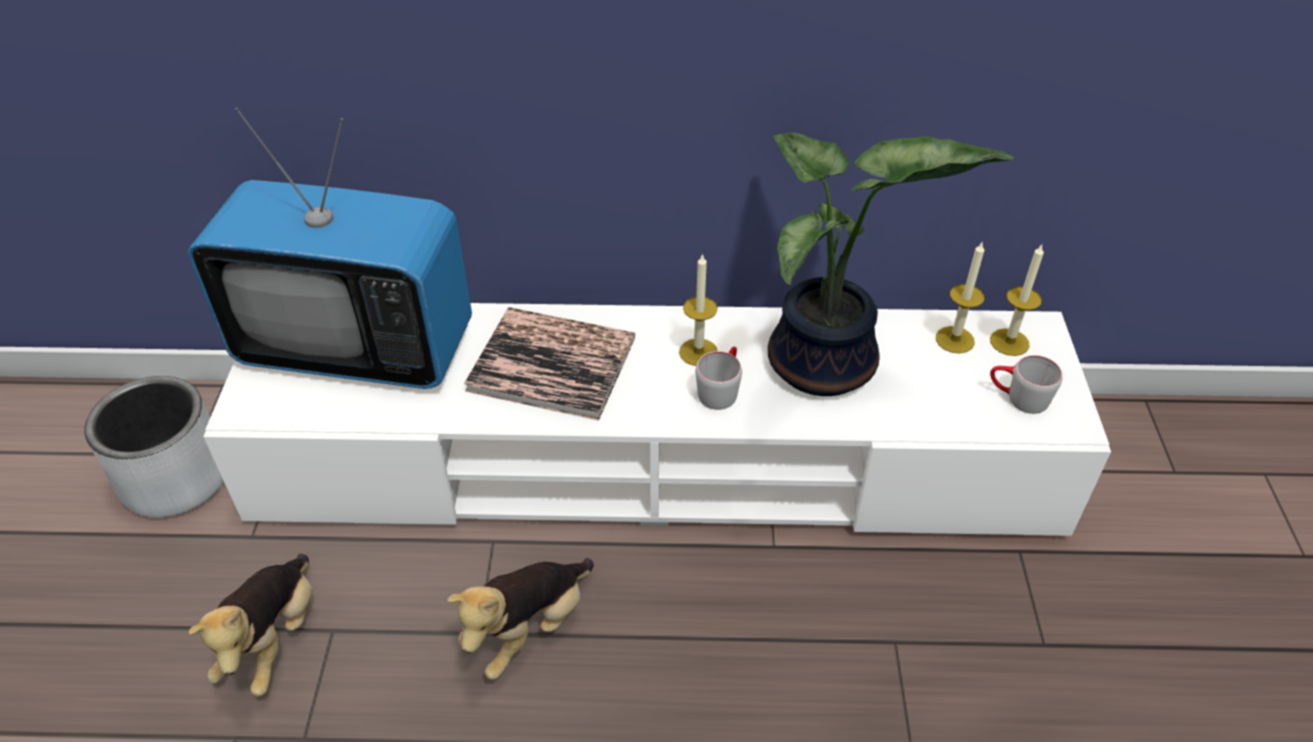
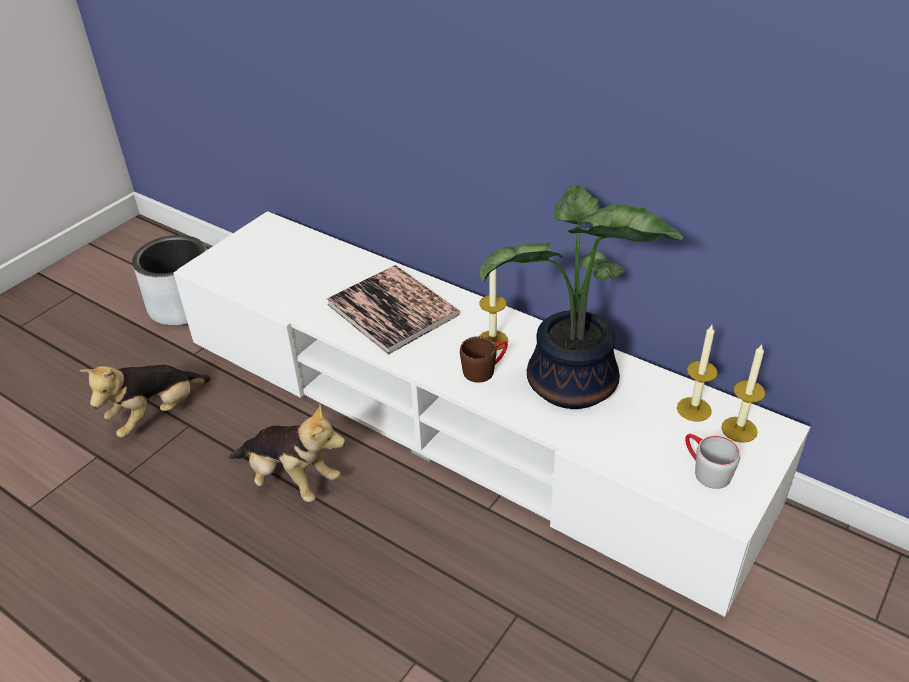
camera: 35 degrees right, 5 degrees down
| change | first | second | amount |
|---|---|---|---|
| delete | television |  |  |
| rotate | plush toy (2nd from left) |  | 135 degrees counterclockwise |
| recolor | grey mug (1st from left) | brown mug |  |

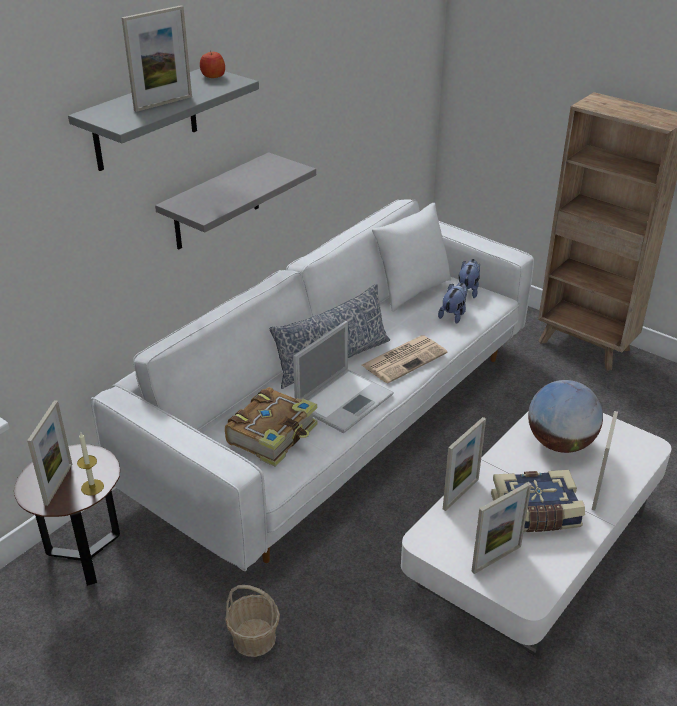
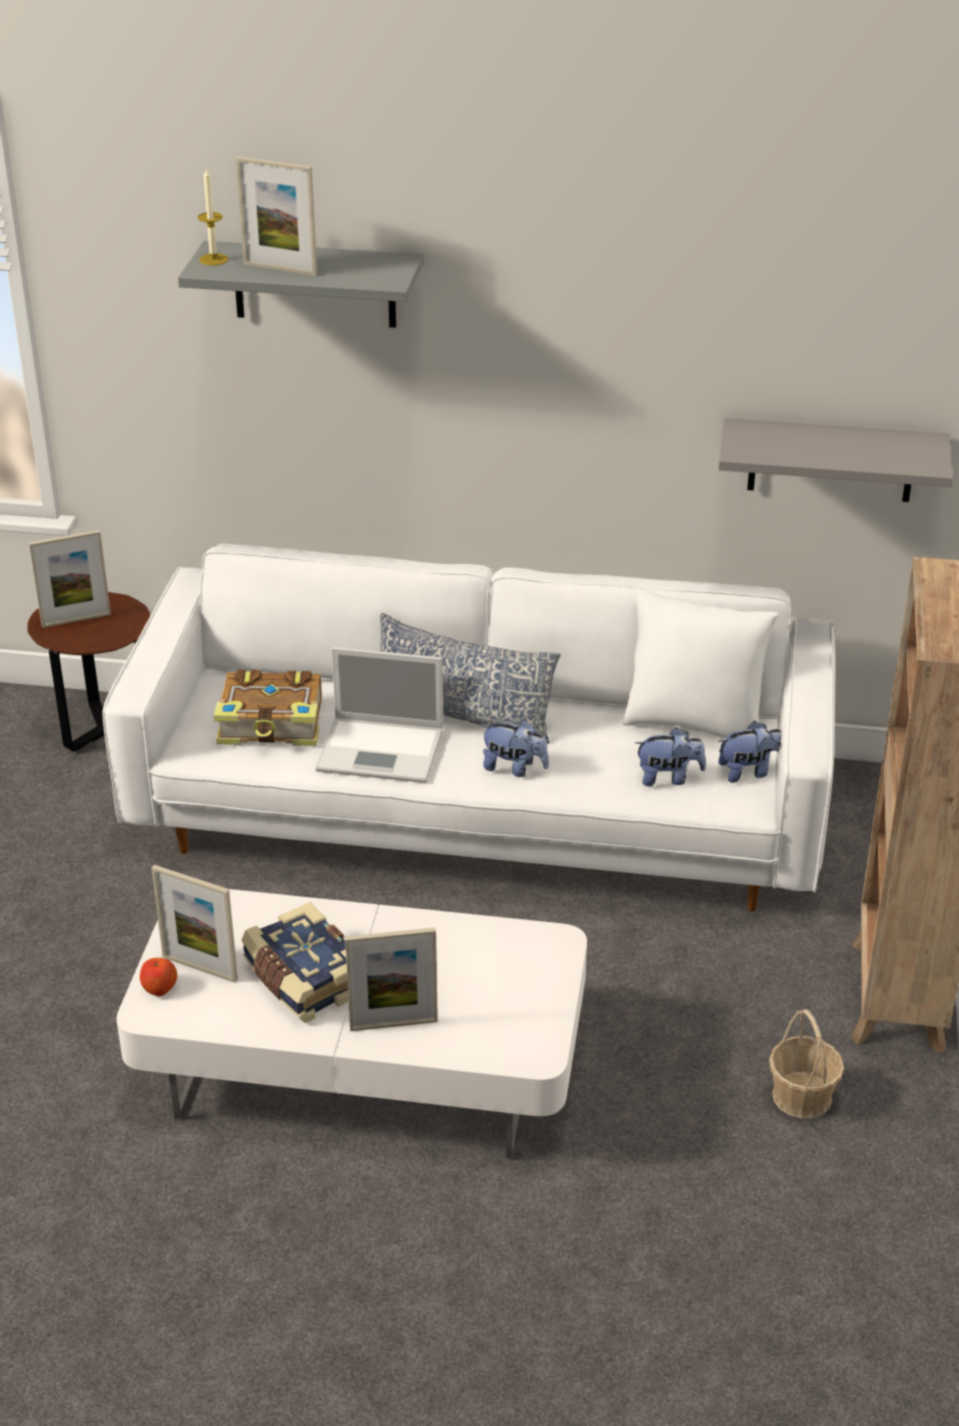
camera: 60 degrees right, 0 degrees up
| change | first | second | amount |
|---|---|---|---|
| move | candle |  |  |
| move | grey shelf (2nd from left) |  |  |
| move | apple |  |  |
| move | basket |  |  |
| replace | newspaper | plush toy (1st from left) |  |
| delete | picture frame (3rd from left) |  |  |
| delete | globe |  |  |

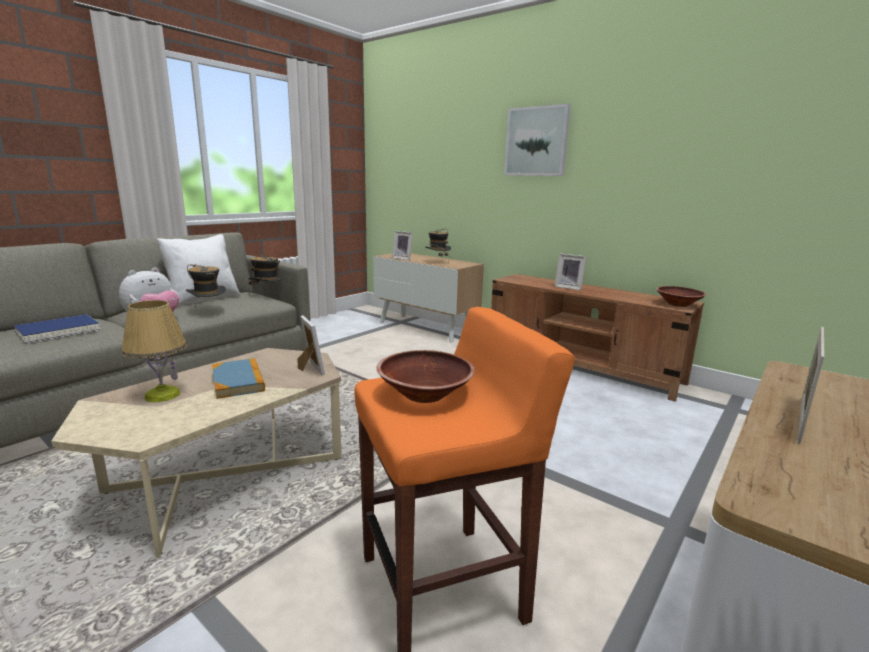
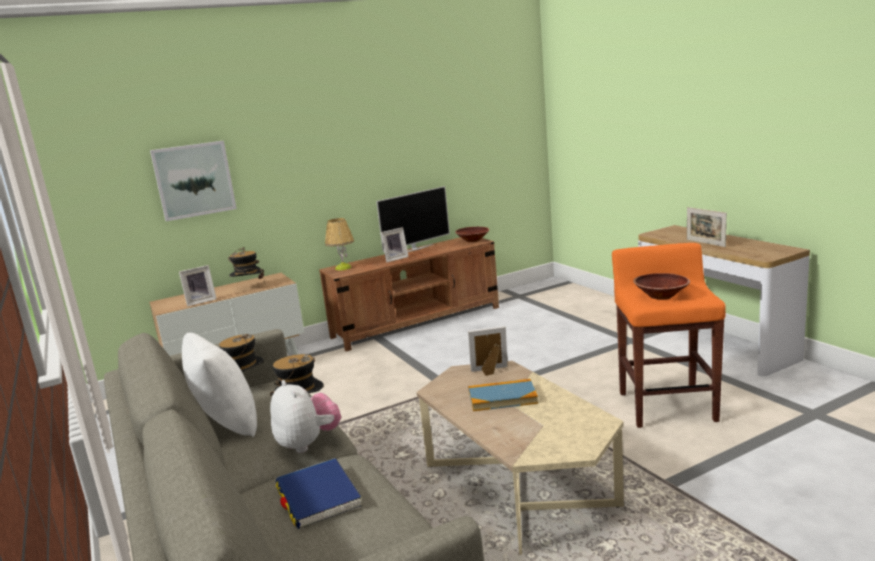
camera: 65 degrees left, 0 degrees up
| change | first | second | amount |
|---|---|---|---|
| move | table lamp |  |  |
| move | picture |  |  |
| insert |  | television |  |

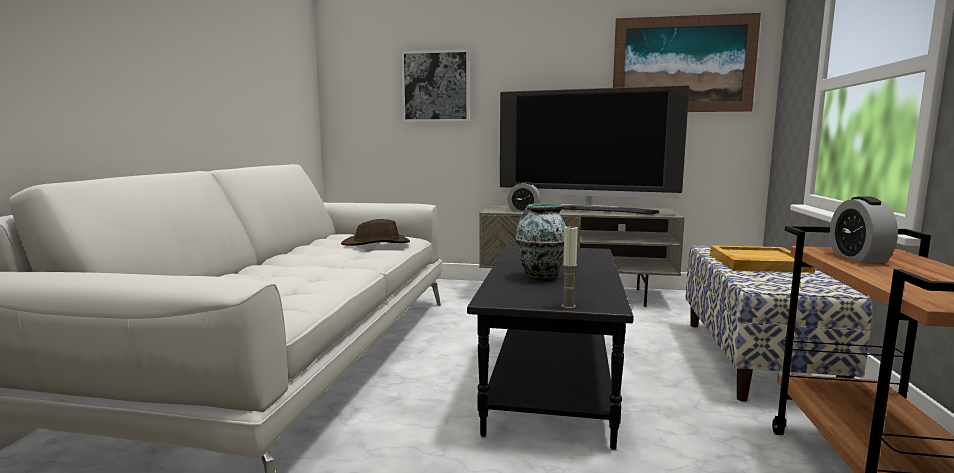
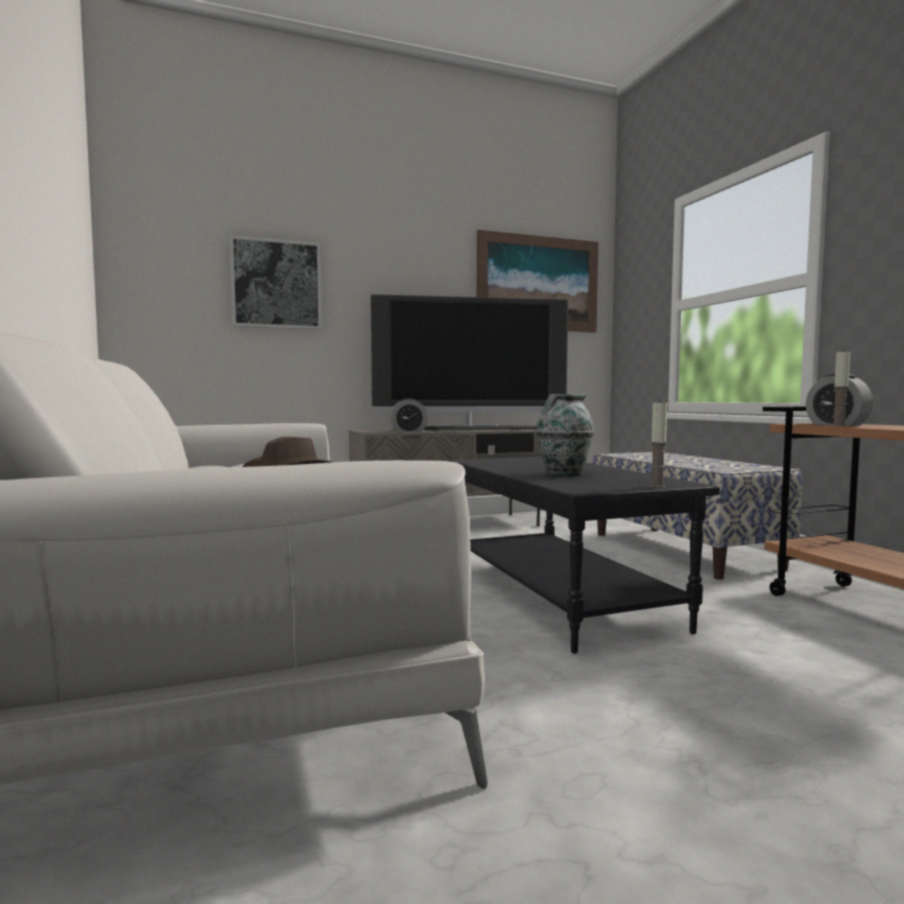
camera: 30 degrees left, 5 degrees down
| change | first | second | amount |
|---|---|---|---|
| delete | beige tray |  |  |
| insert |  | candle (2nd from left) |  |

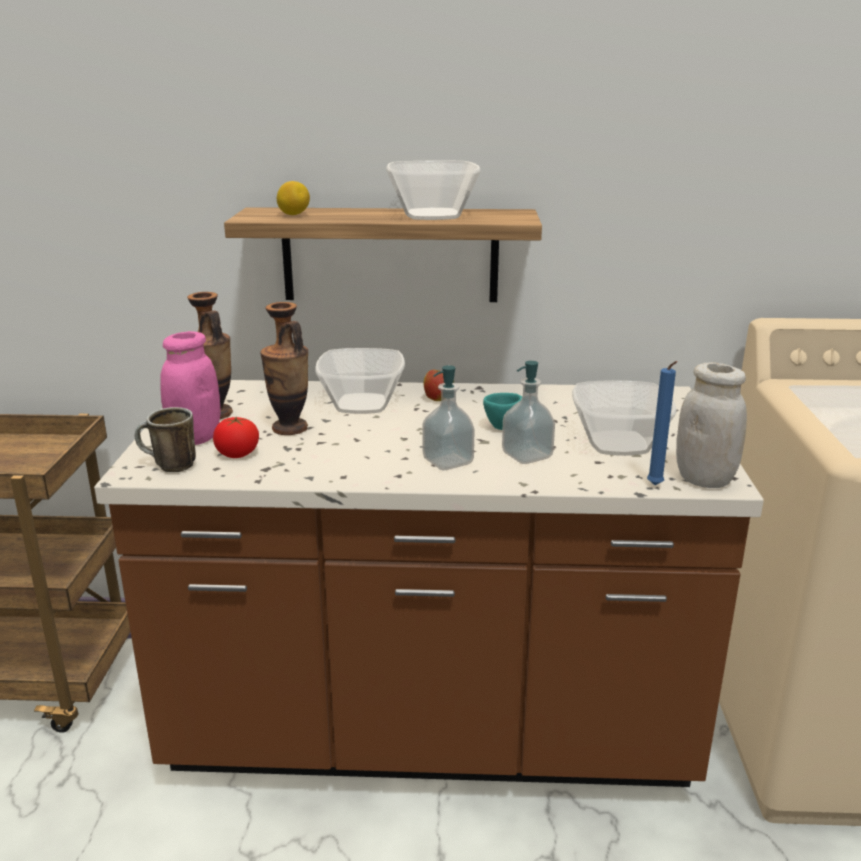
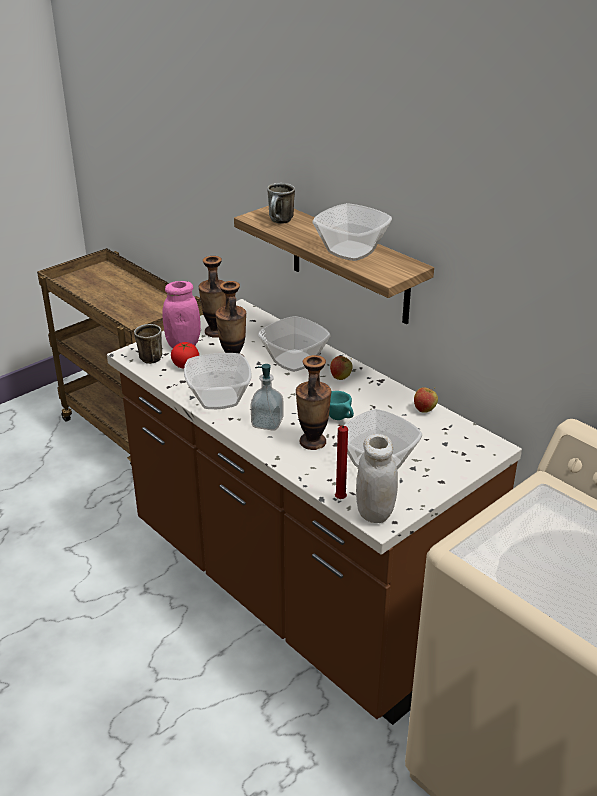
camera: 45 degrees right, 10 degrees up
| change | first | second | amount |
|---|---|---|---|
| replace | lemon | mug (2nd from left) |  |
| replace | soap dispenser (2nd from left) | vase (3rd from left) |  |
| recolor | blue candle | red candle |  |
| insert |  | bowl (1st from left) |  |
| insert |  | apple (2nd from left) |  |

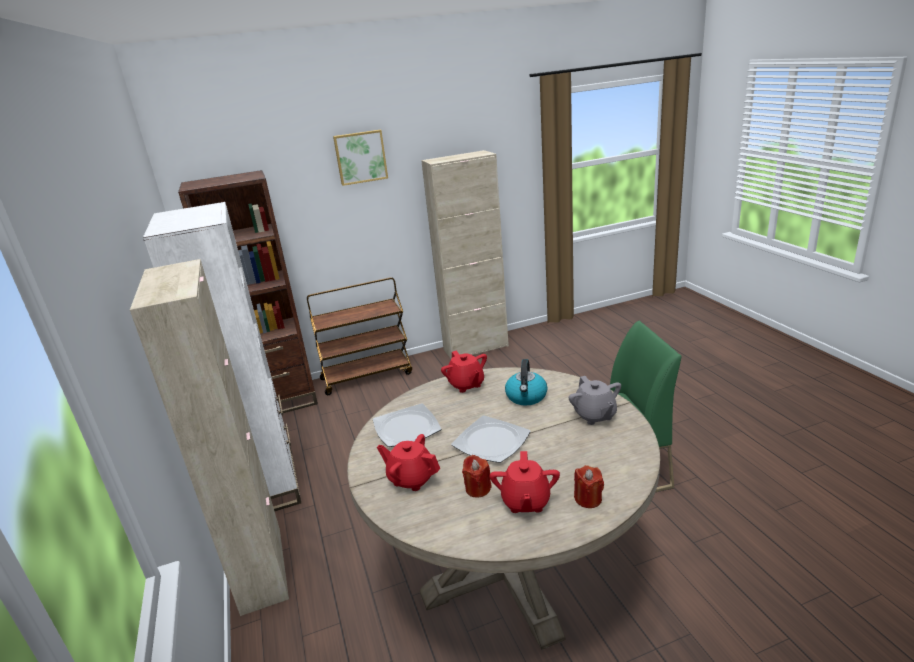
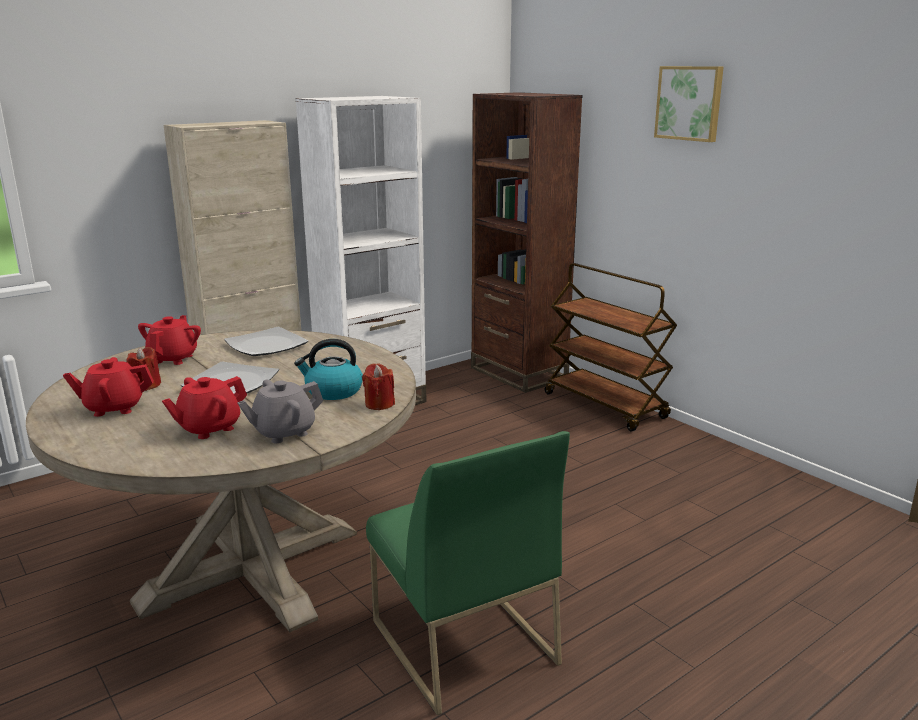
camera: 70 degrees right, 5 degrees down
| change | first | second | amount |
|---|---|---|---|
| delete | beige cabinet (2nd from left) |  |  |
| move | red teapot (2nd from left in the first image) | red teapot (3rd from left) |  |
| move | red candle (2nd from left) |  |  |

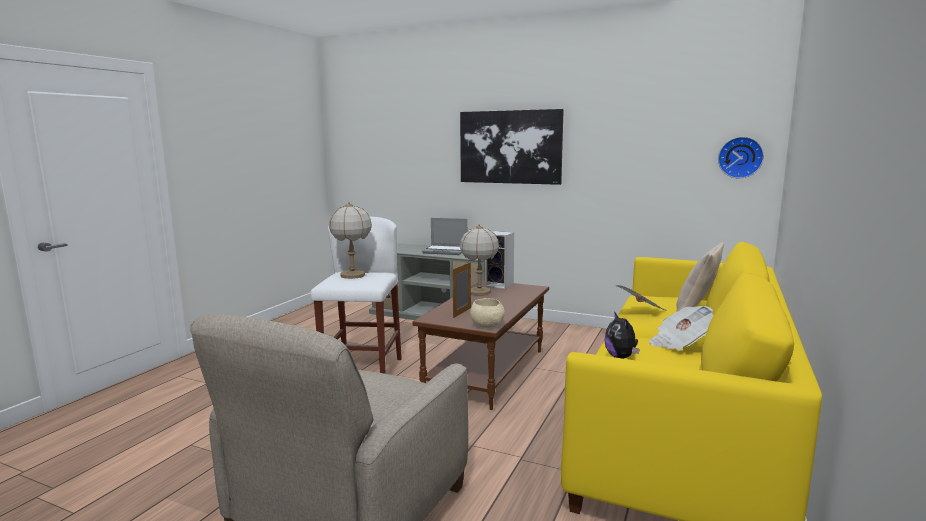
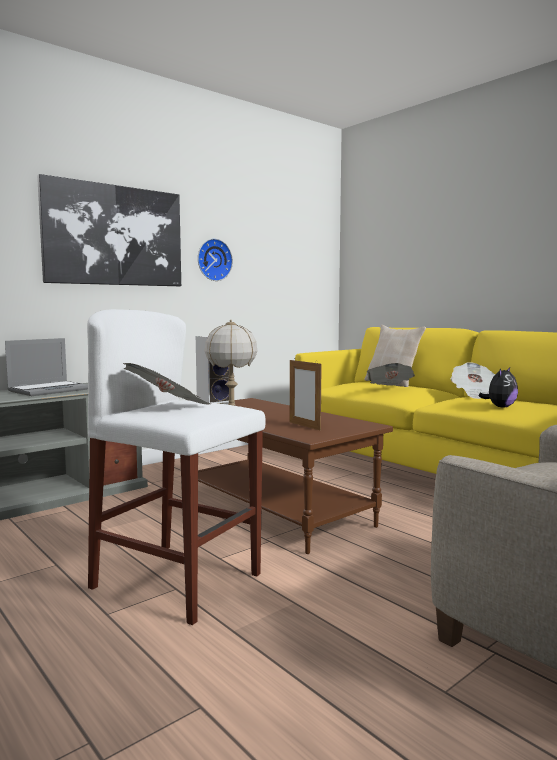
camera: 65 degrees left, 5 degrees down
| change | first | second | amount |
|---|---|---|---|
| replace | table lamp (1st from left) | newspaper (1st from left) |  |
| delete | beige bowl |  |  |
| rotate | plush toy |  | 60 degrees counterclockwise |
| move | wall clock |  |  |

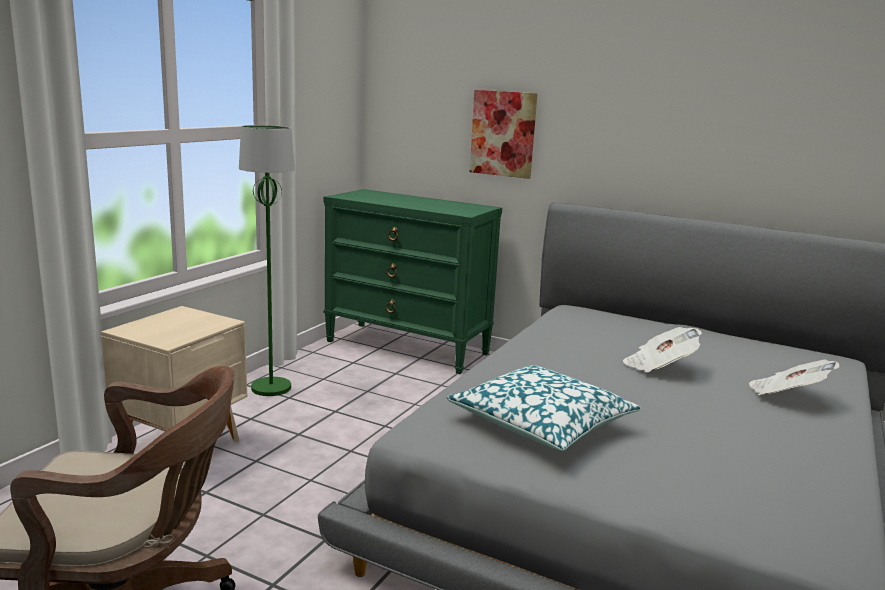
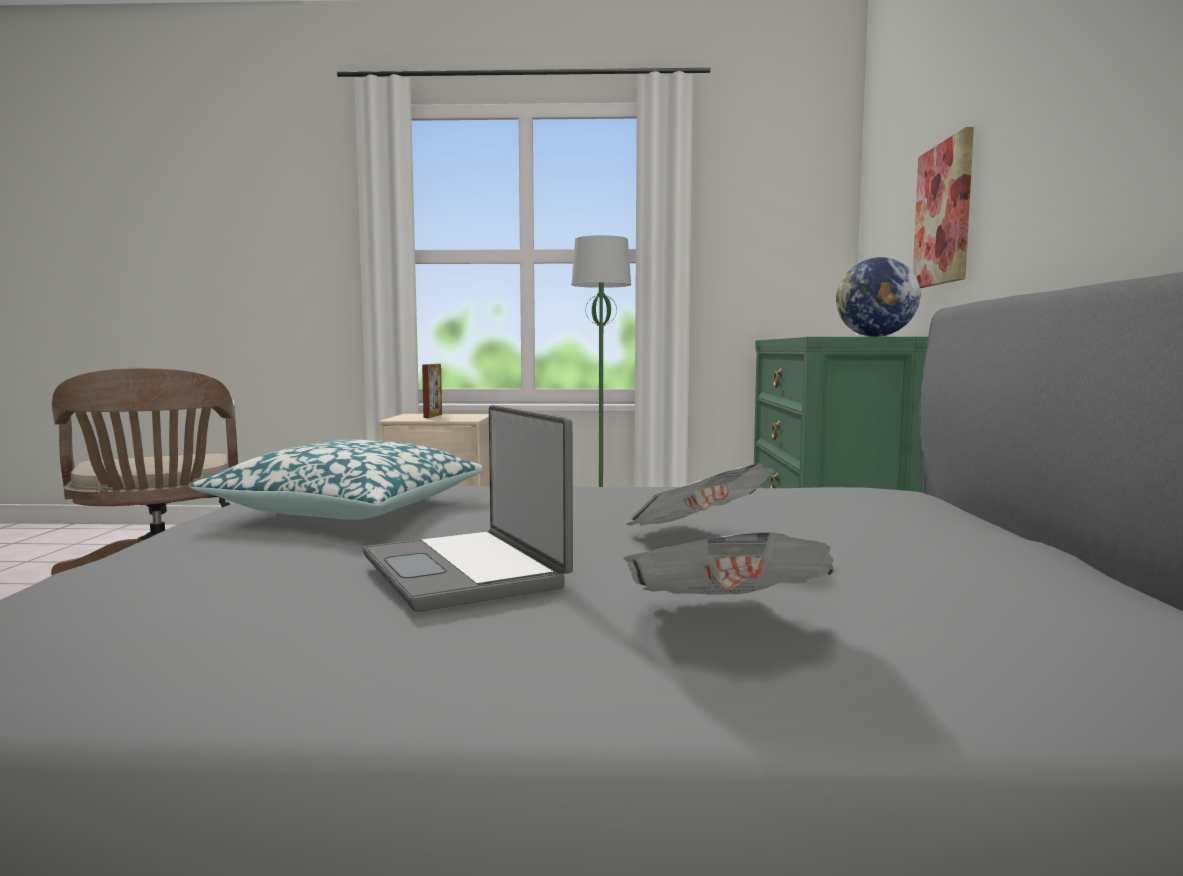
camera: 65 degrees right, 10 degrees down
| change | first | second | amount |
|---|---|---|---|
| insert |  | laptop |  |
| insert |  | picture frame |  |
| insert |  | globe |  |

